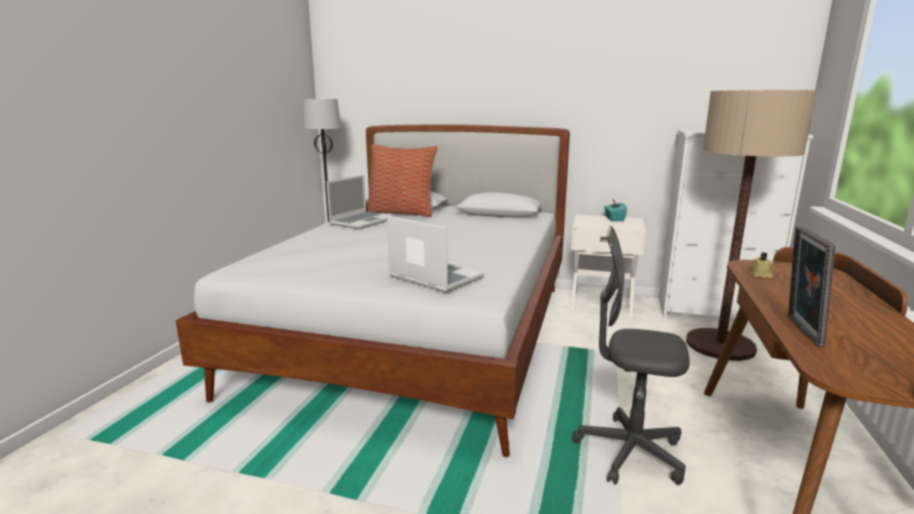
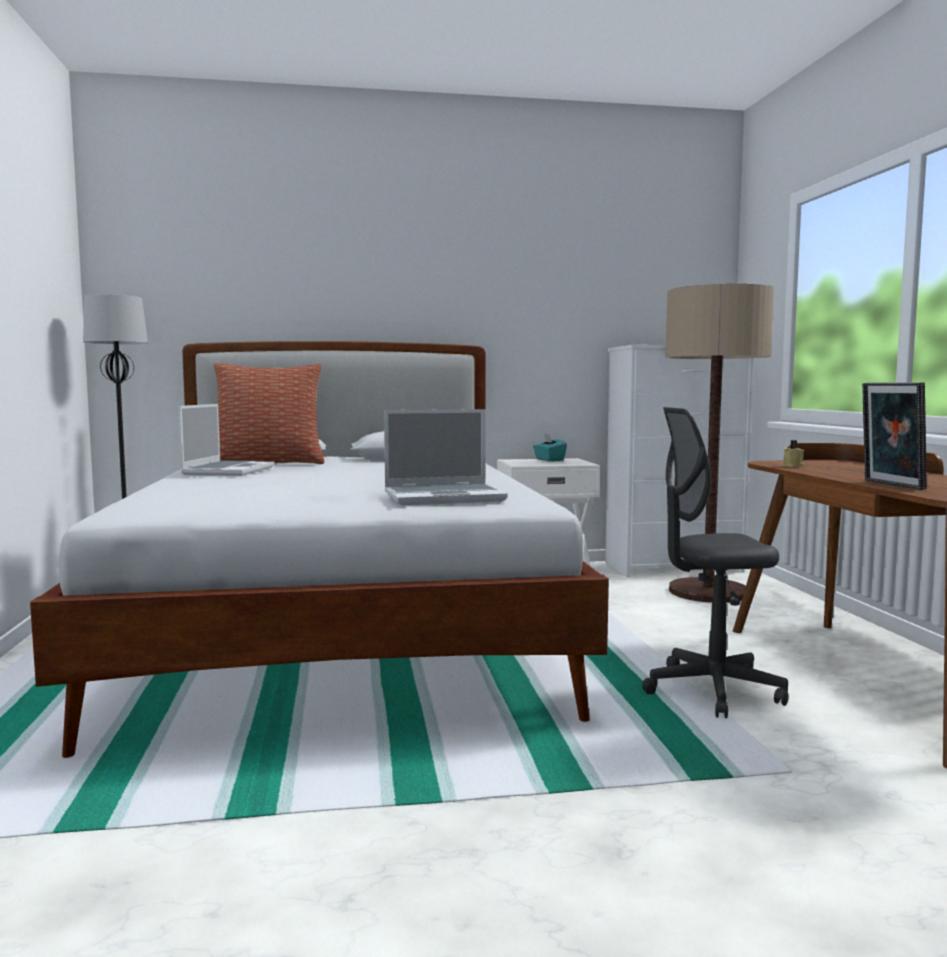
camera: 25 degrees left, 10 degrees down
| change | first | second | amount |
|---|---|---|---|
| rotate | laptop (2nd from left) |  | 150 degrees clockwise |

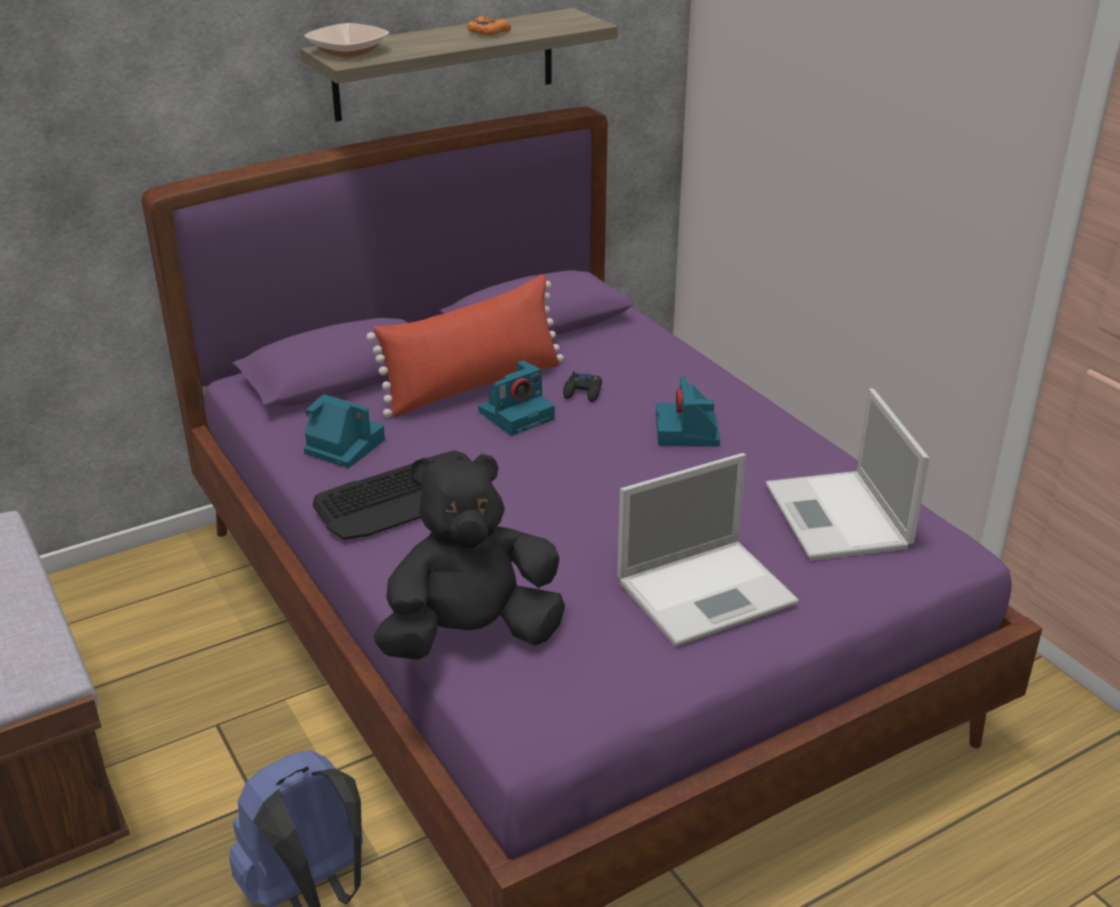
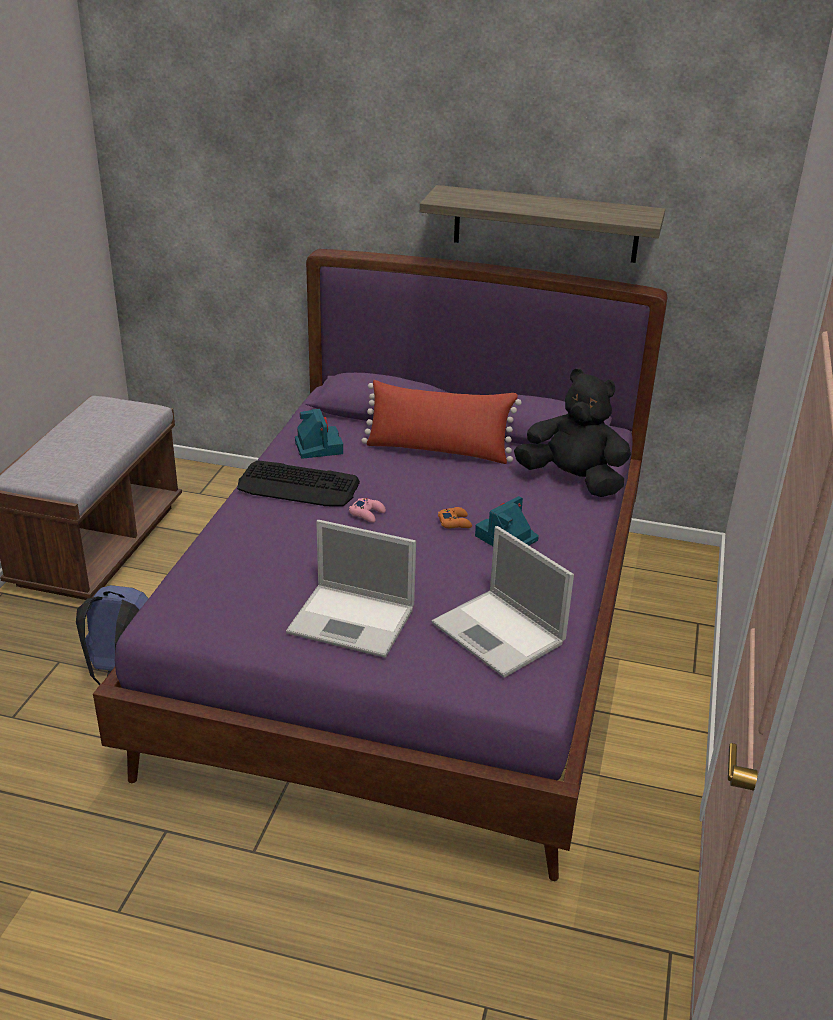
camera: 45 degrees right, 0 degrees up
| change | first | second | amount |
|---|---|---|---|
| delete | bowl |  |  |
| move | black plush toy |  |  |
| move | orange game controller |  |  |
| delete | photo camera (2nd from left) |  |  |
| delete | black game controller |  |  |
| rotate | laptop (2nd from left) |  | 75 degrees counterclockwise |
| insert |  | pink game controller |  |

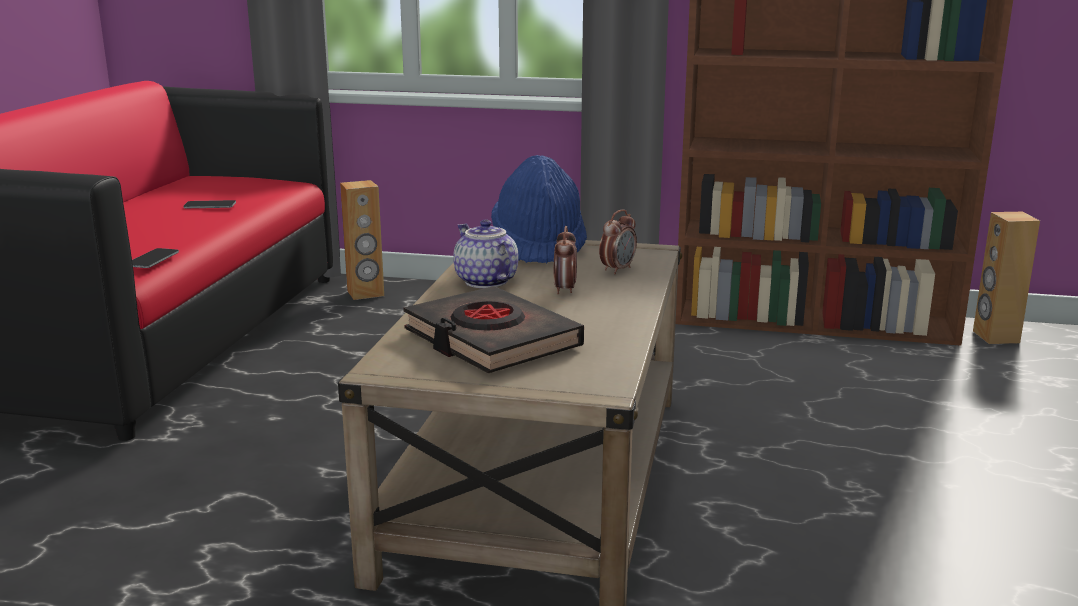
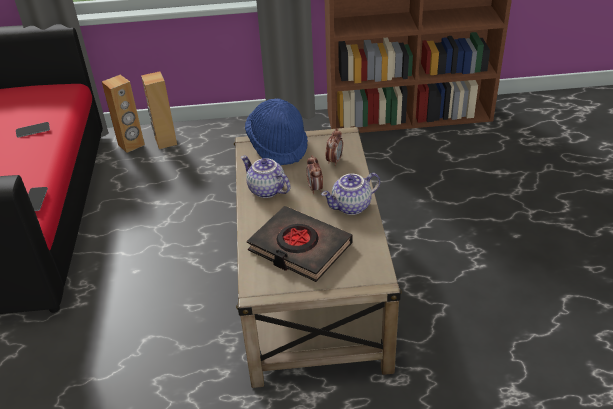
camera: 15 degrees left, 20 degrees up
| change | first | second | amount |
|---|---|---|---|
| move | brown speaker (2nd from left) |  |  |
| insert |  | teapot (2nd from left) |  |

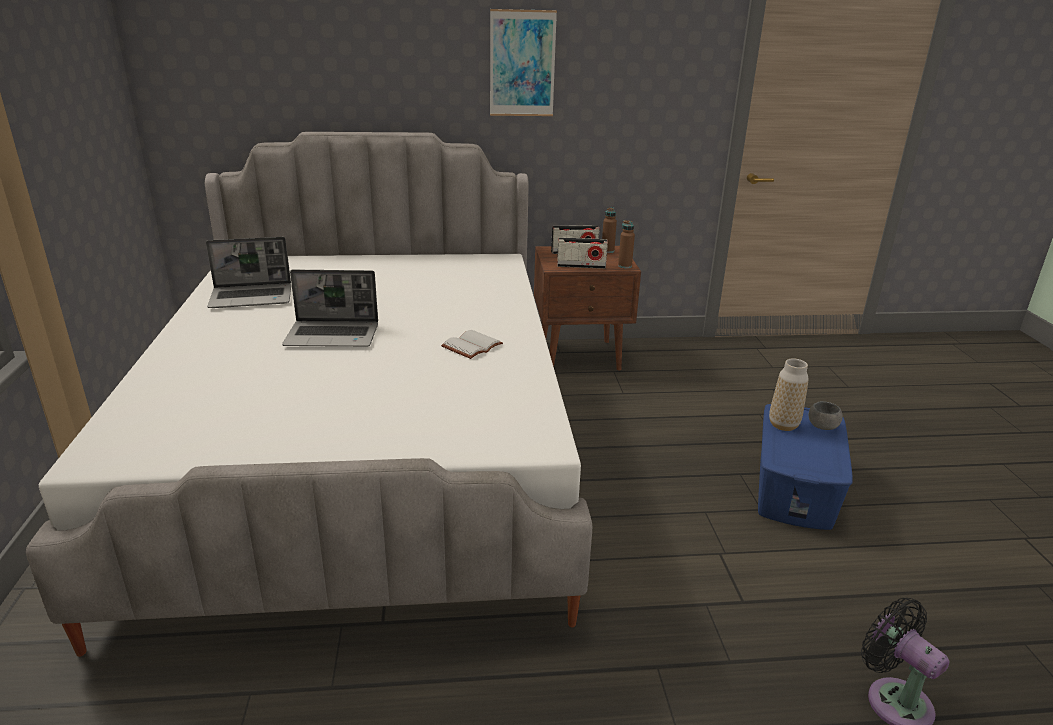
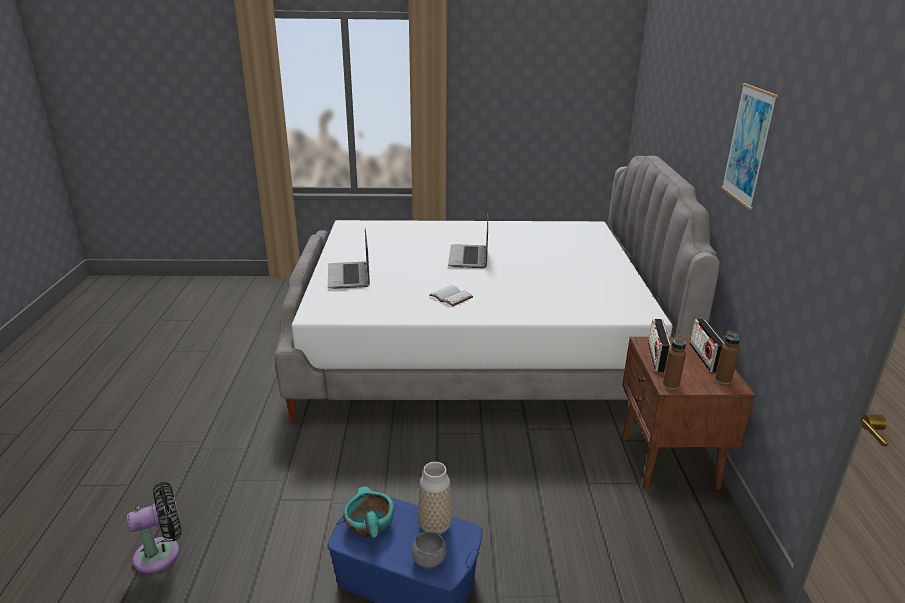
camera: 95 degrees right, 0 degrees up
| change | first | second | amount |
|---|---|---|---|
| move | laptop (1st from left) |  |  |
| insert |  | turquoise bowl |  |

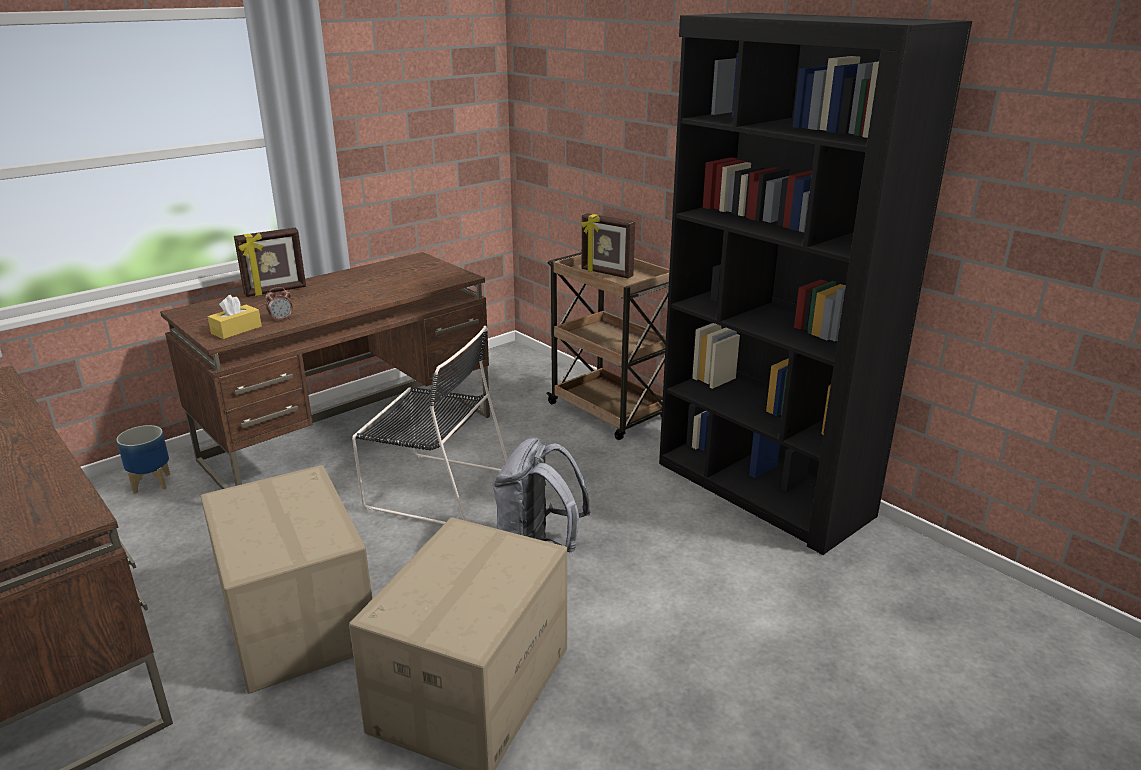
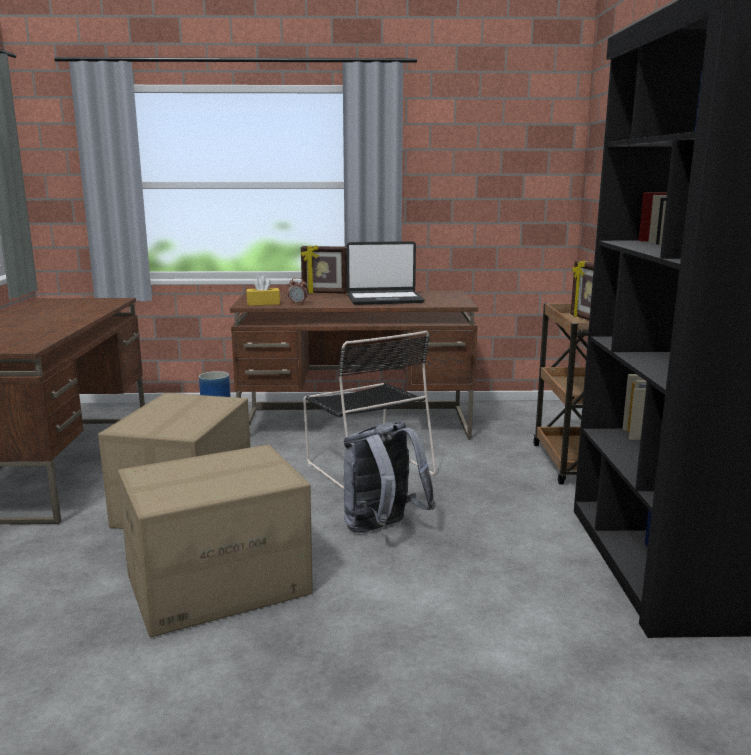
camera: 40 degrees right, 10 degrees down
| change | first | second | amount |
|---|---|---|---|
| insert |  | laptop |  |

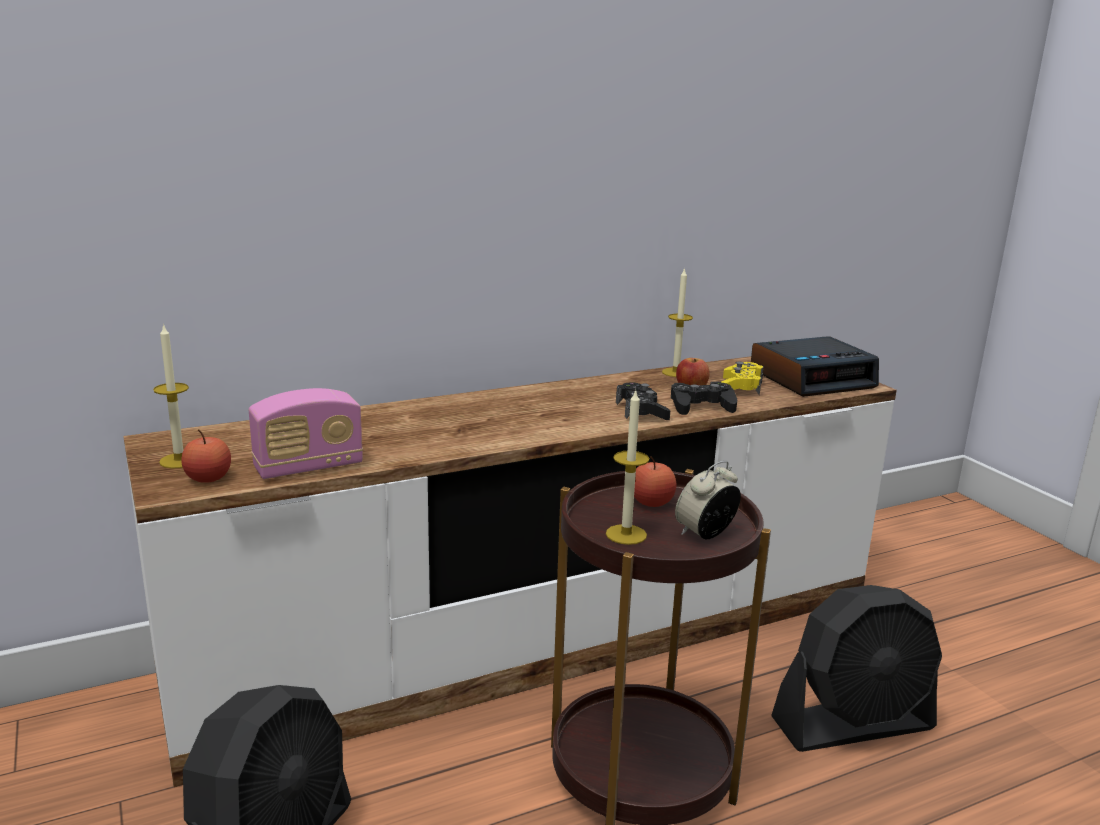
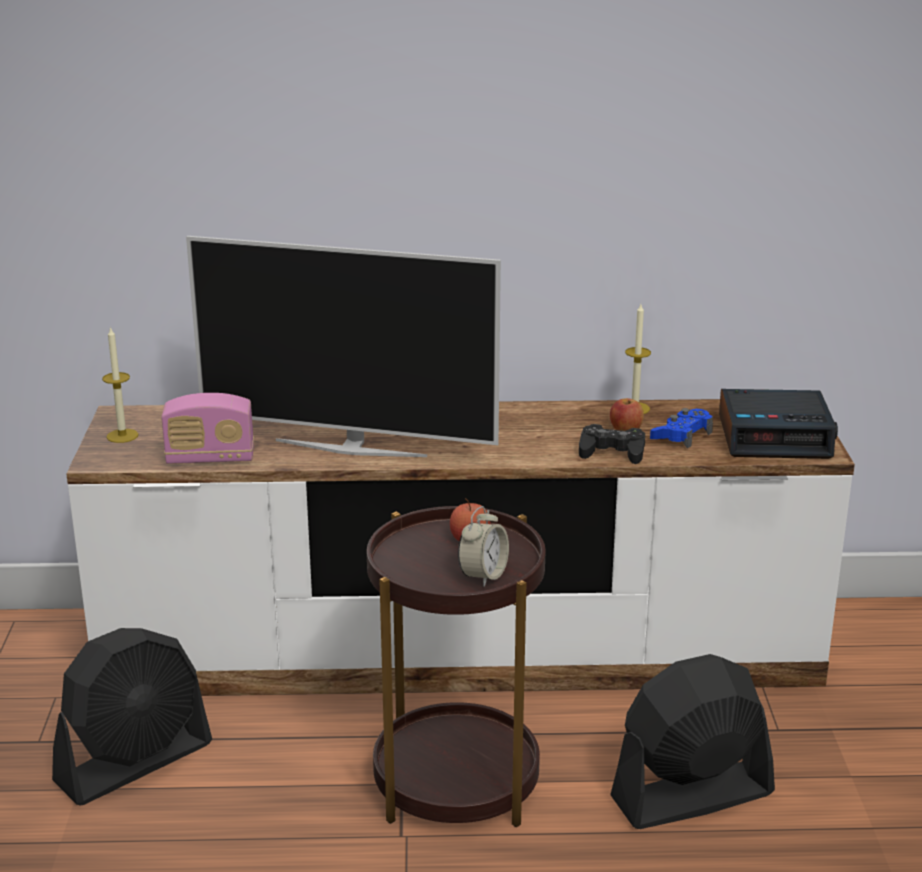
camera: 25 degrees right, 5 degrees up
| change | first | second | amount |
|---|---|---|---|
| delete | apple (1st from left) |  |  |
| delete | candle (2nd from left) |  |  |
| delete | black game controller (1st from left) |  |  |
| rotate | alarm clock (1st from left) |  | 135 degrees clockwise |
| recolor | yellow game controller | blue game controller |  |
| rotate | black fan (2nd from left) |  | 150 degrees clockwise |
| insert |  | television |  |

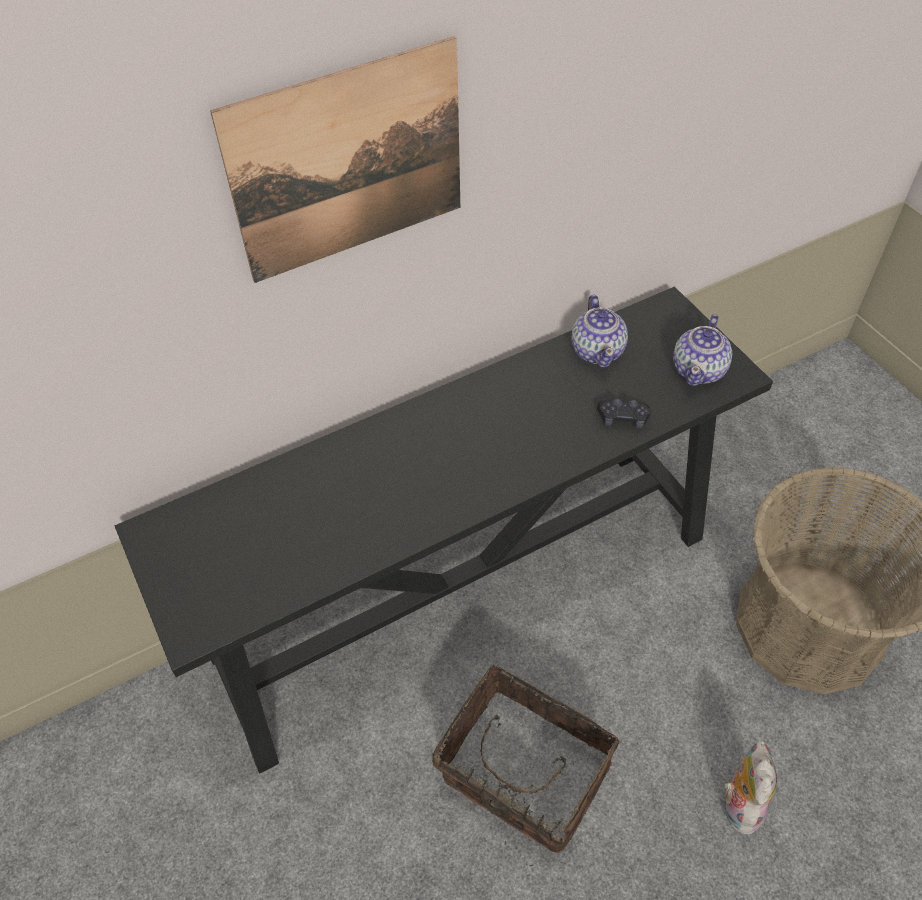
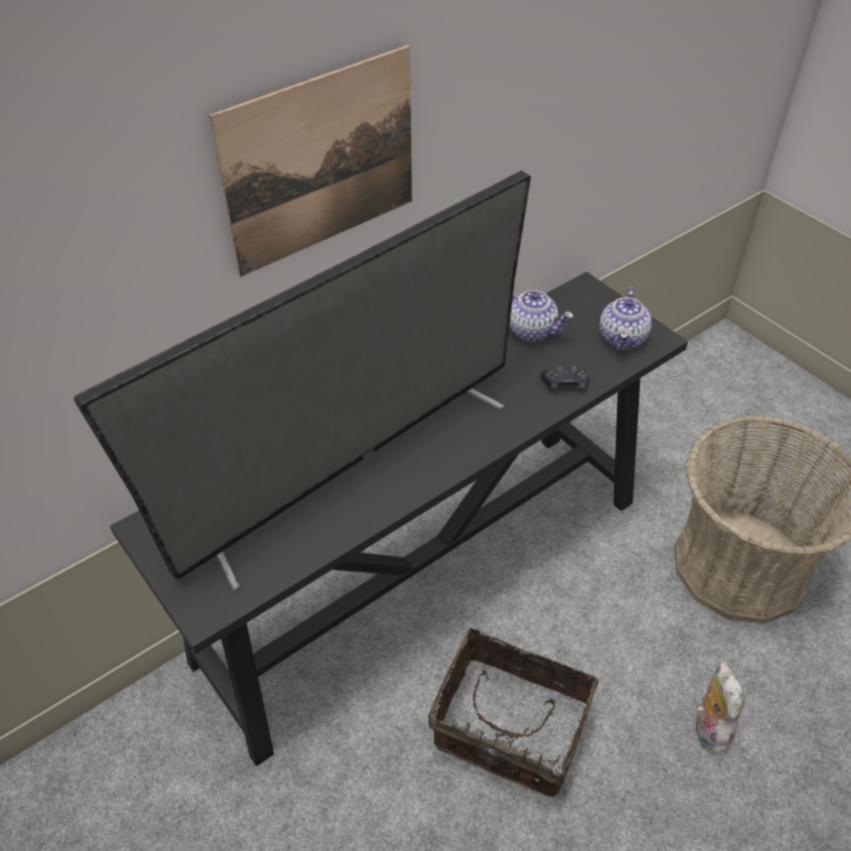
camera: 10 degrees left, 5 degrees down
| change | first | second | amount |
|---|---|---|---|
| rotate | teapot (1st from left) |  | 45 degrees counterclockwise |
| insert |  | television |  |

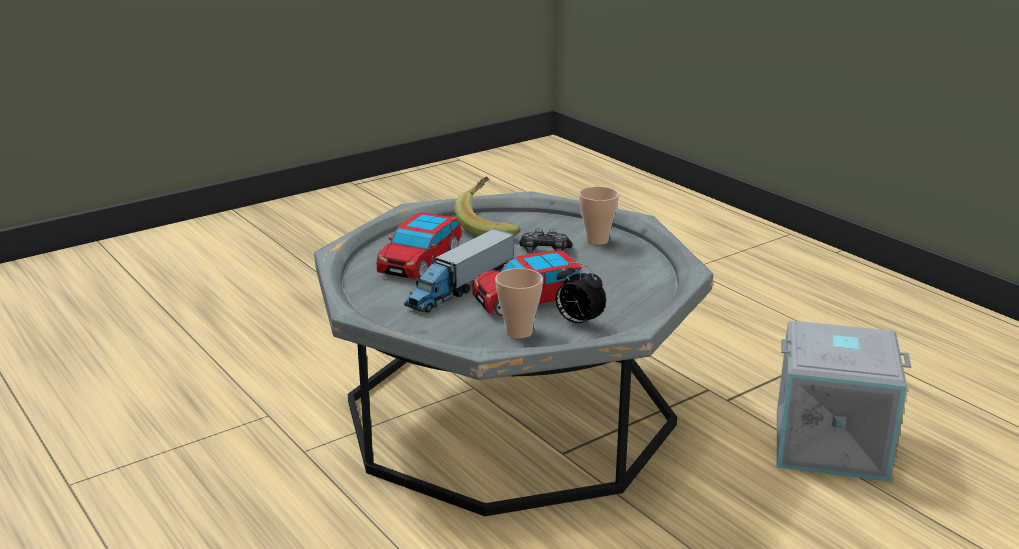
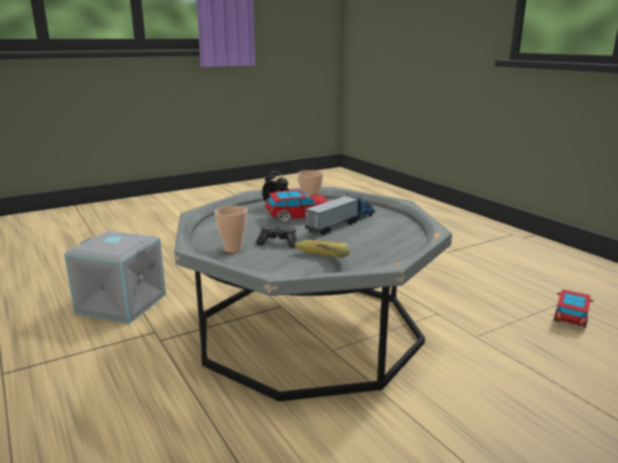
camera: 175 degrees left, 5 degrees down
| change | first | second | amount |
|---|---|---|---|
| move | toy car (1st from left in the first image) | toy car (2nd from left) |  |

